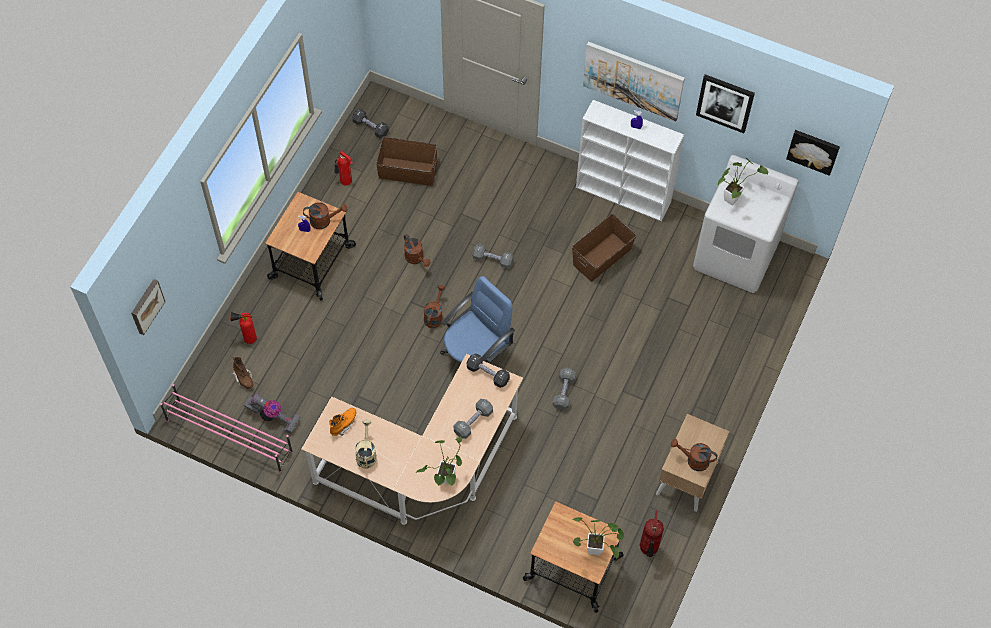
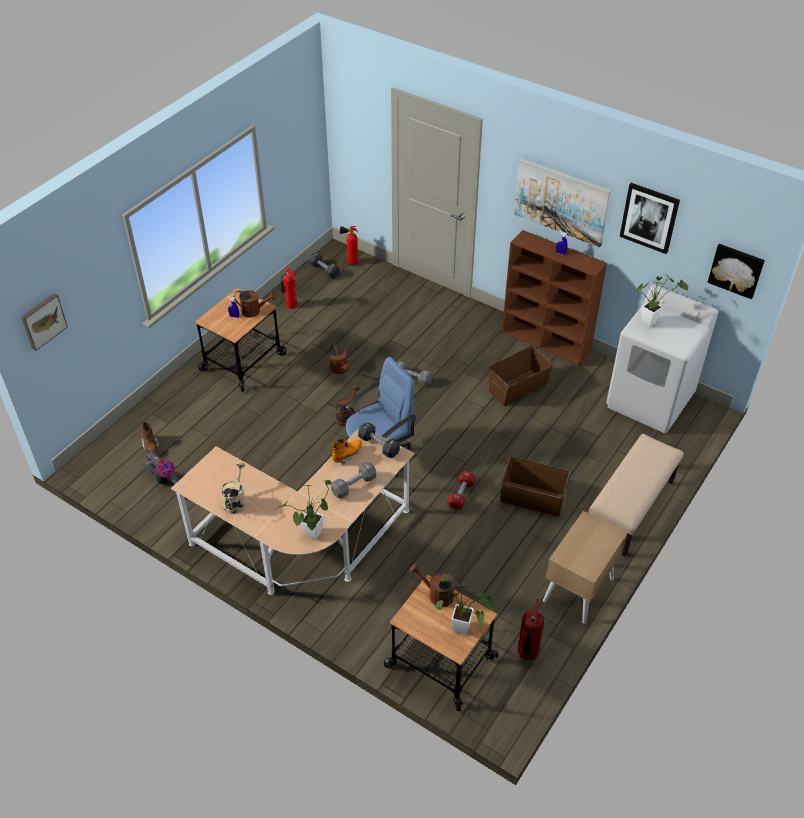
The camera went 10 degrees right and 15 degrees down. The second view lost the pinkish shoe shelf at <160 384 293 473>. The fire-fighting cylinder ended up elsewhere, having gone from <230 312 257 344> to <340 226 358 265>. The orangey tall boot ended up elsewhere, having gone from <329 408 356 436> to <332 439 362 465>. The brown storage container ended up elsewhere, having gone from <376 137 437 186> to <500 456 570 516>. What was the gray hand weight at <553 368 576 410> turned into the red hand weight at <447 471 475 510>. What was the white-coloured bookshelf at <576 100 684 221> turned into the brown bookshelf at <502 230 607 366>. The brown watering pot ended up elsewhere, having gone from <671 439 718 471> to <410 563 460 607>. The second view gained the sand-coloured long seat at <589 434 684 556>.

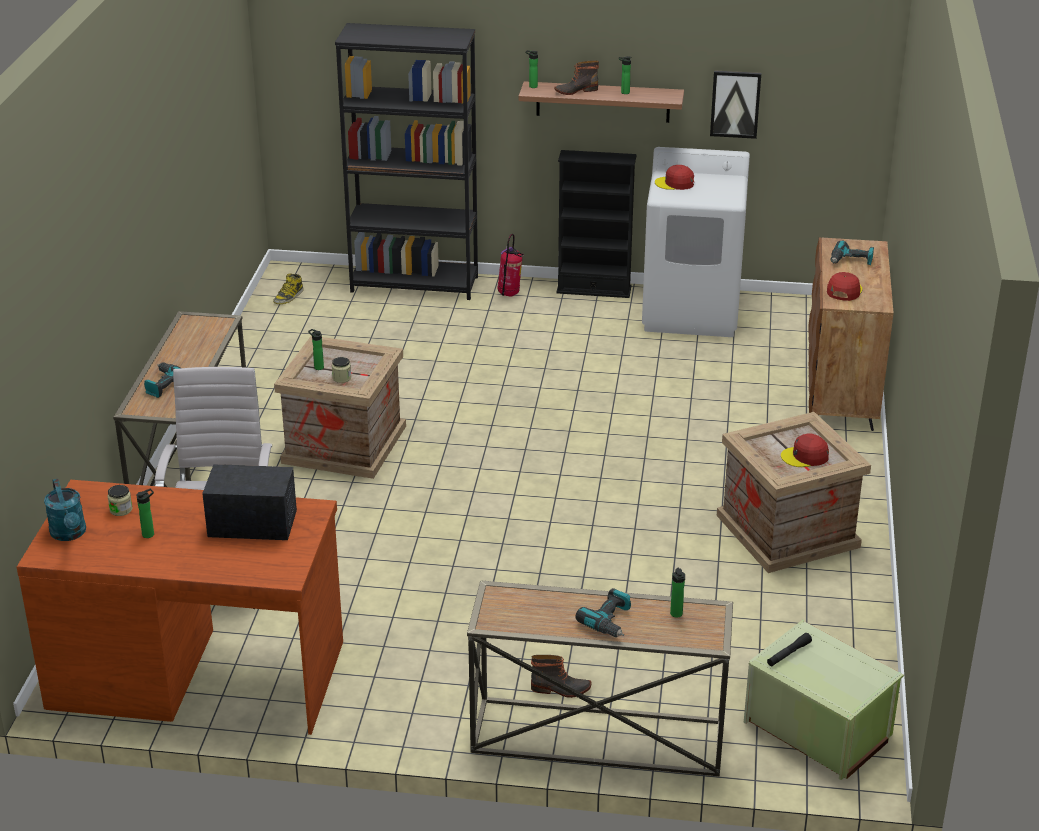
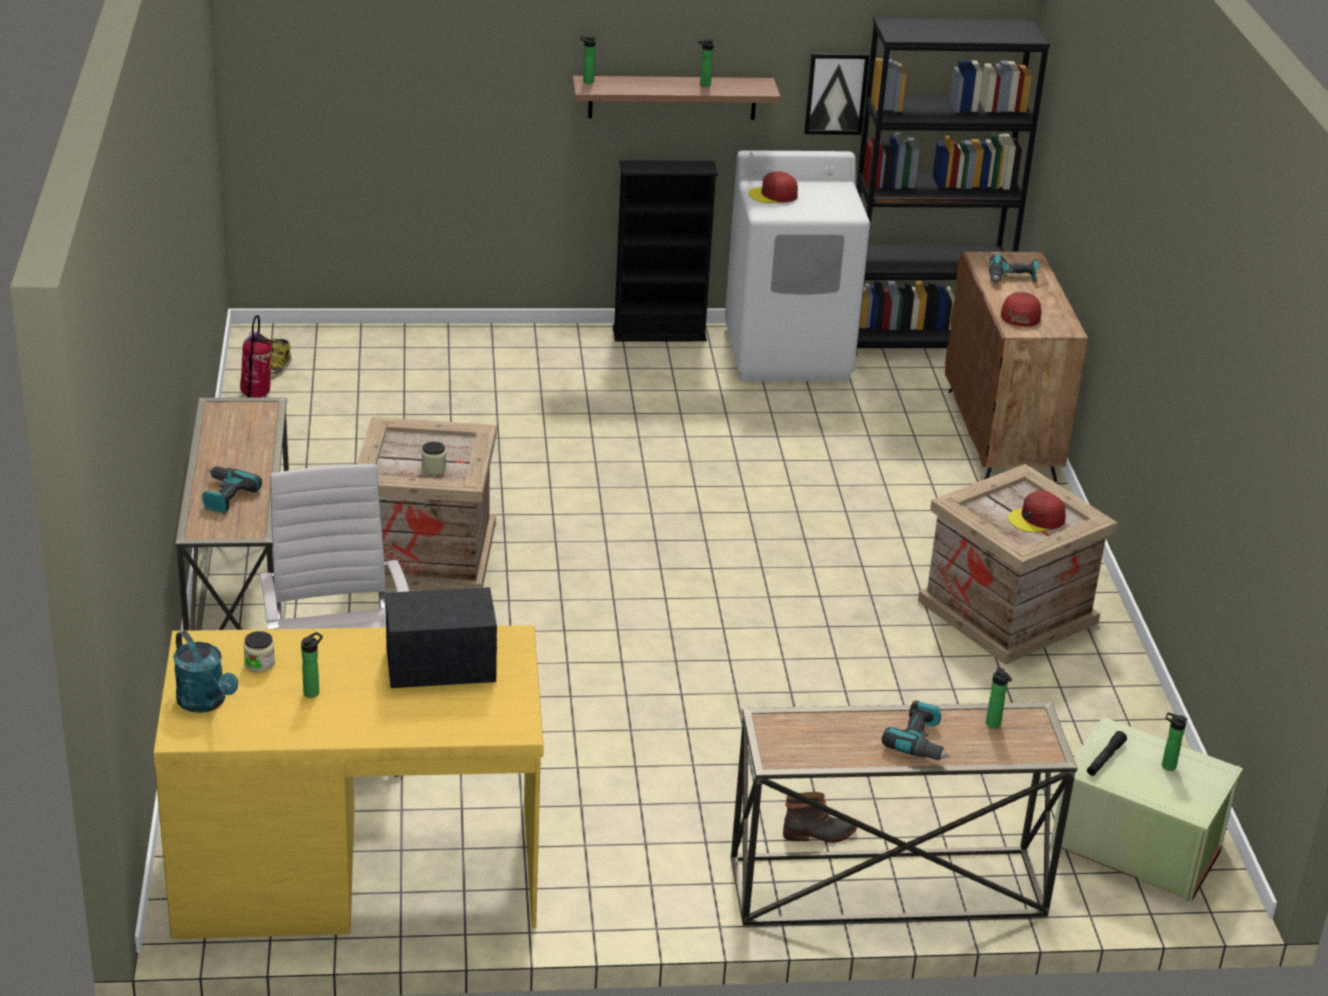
The camera went 15 degrees left and 0 degrees up. What was the brown desk table at <17 480 343 735> turned into the yellow desk table at <153 625 544 939>. The beverage bottle ended up elsewhere, having gone from <308 329 324 370> to <1162 712 1187 771>. The blackish bookshelf ended up elsewhere, having gone from <335 23 478 300> to <856 17 1050 355>. The fire-fighting cylinder ended up elsewhere, having gone from <497 234 524 297> to <240 315 275 398>. The second view lost the tall boot at <554 60 599 95>.

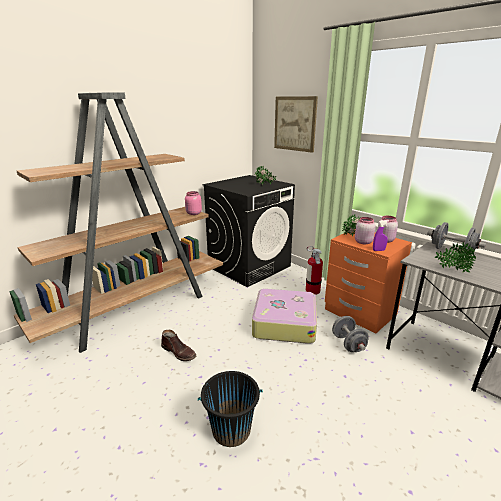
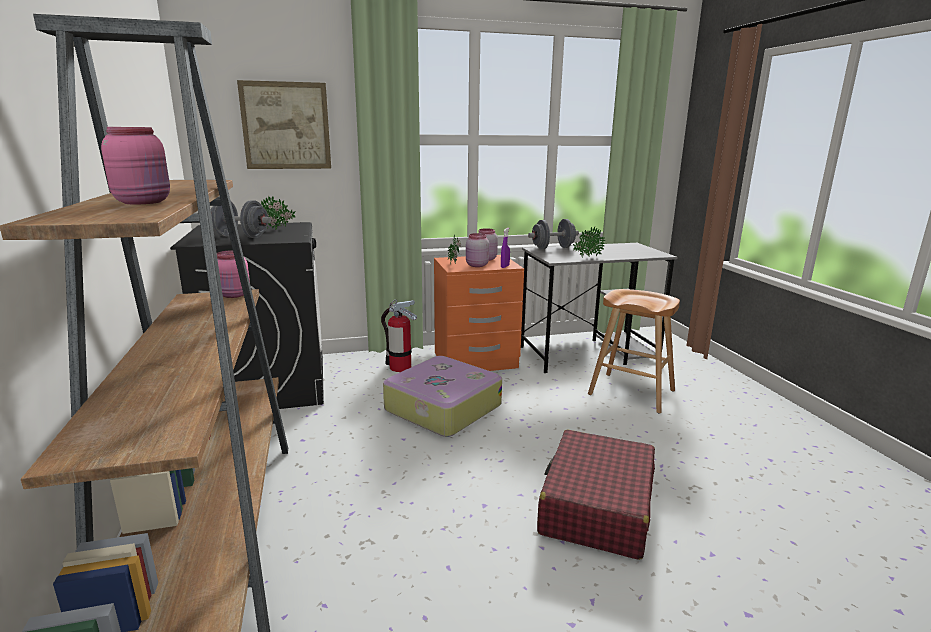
The camera went 60 degrees left and 5 degrees down. The second view lost the brown tall boot at <161 330 196 361>. Where the blackish pail stood at <198 371 263 447>, the red piece of luggage came to stand at <537 429 655 560>. The gray hand weight ended up elsewhere, having gone from <332 316 369 352> to <210 200 271 238>. The second view gained the pinkish jar at <101 127 170 205>. The second view gained the brown stool seat at <588 289 680 414>.

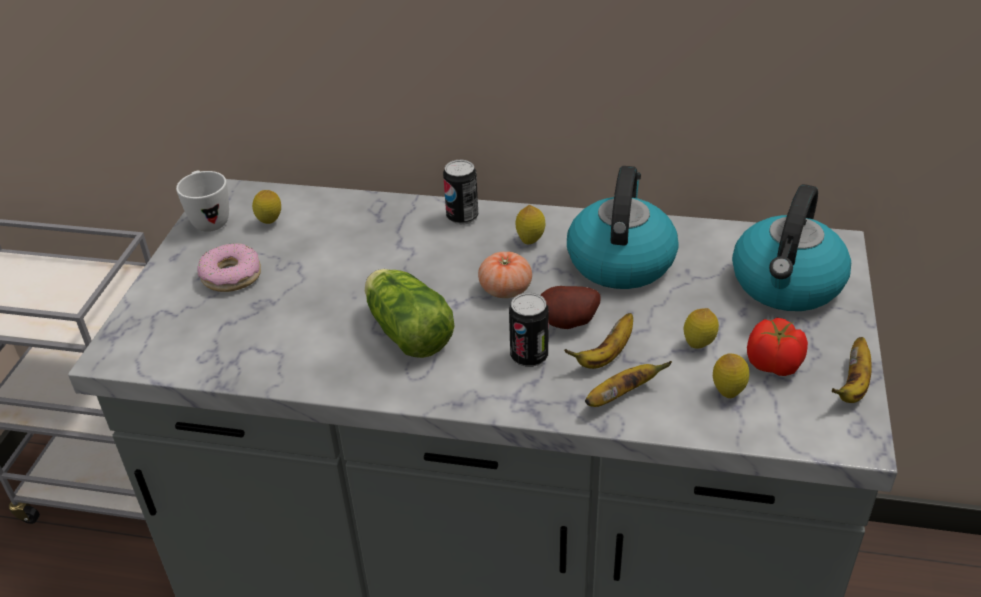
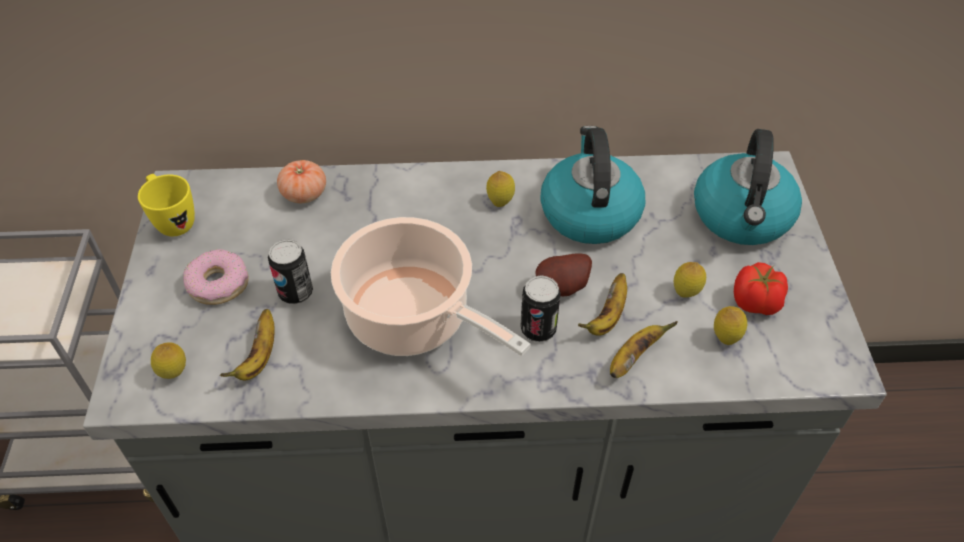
The camera went 15 degrees left and 10 degrees up. What was the white-coloured tea mug at <176 171 229 232> turned into the yellow tea mug at <138 174 195 236>. The lemon ended up elsewhere, having gone from <252 190 281 224> to <151 342 186 379>. Where the head of lettuce stood at <365 269 455 358>, the cooking pot came to stand at <331 217 530 356>. The metal can ended up elsewhere, having gone from <443 160 478 225> to <268 239 313 304>. The whole tomato ended up elsewhere, having gone from <478 252 532 298> to <277 160 326 203>. The whole banana ended up elsewhere, having gone from <832 337 872 403> to <220 309 275 380>.

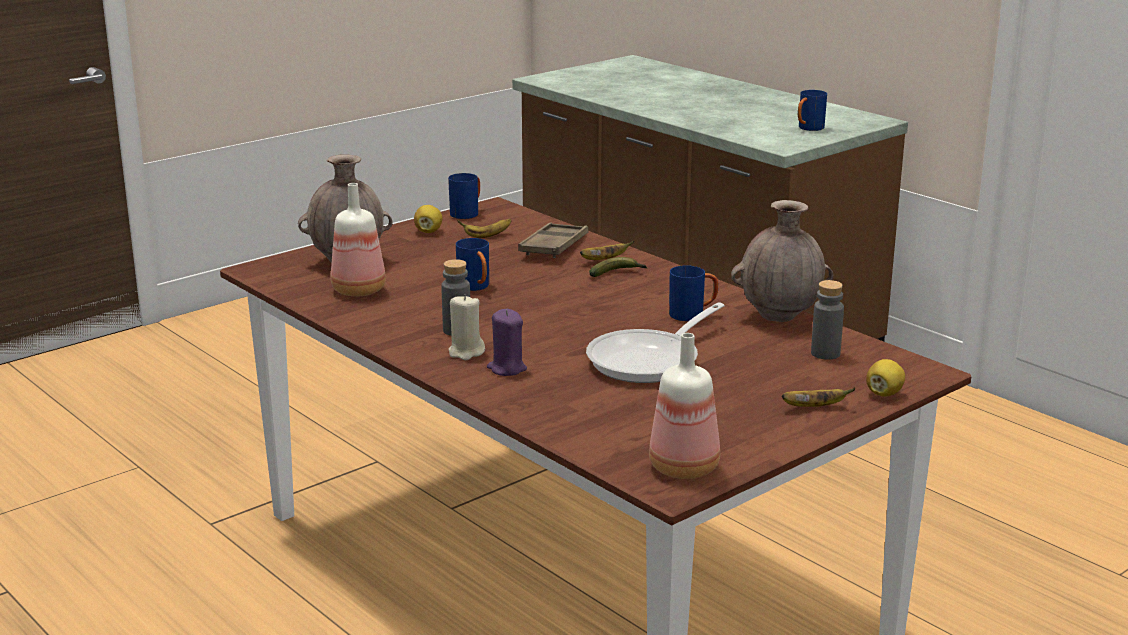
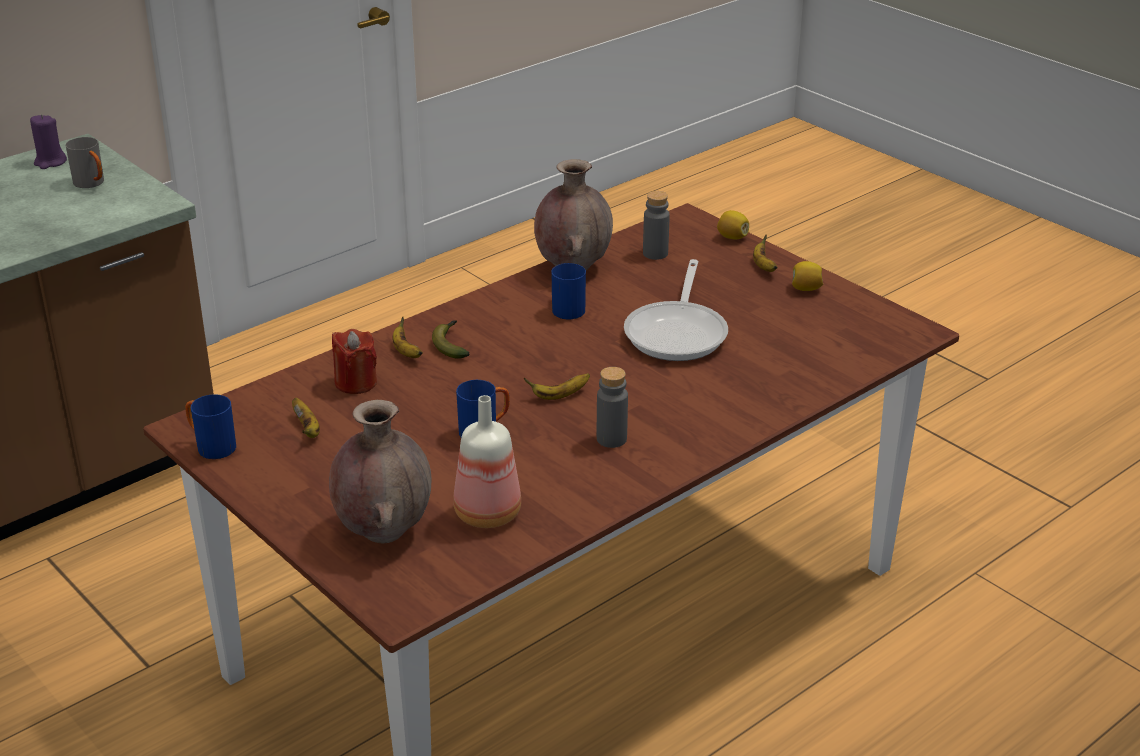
The camera went 90 degrees left and 10 degrees up. The lemon ended up elsewhere, having gone from <414 205 442 233> to <792 261 823 291>. The second view lost the sand-coloured wax light at <449 294 485 360>. The purplish wax light ended up elsewhere, having gone from <487 309 527 376> to <30 114 67 169>. Where the brown tray stood at <518 223 588 258>, the red wax light came to stand at <332 329 377 394>. The skillet at <586 302 724 383> ended up facing another way, 60 degrees clockwise from before. The second view lost the beverage bottle at <649 333 720 479>. What was the blue tea mug at <798 90 827 131> turned into the gray tea mug at <66 137 104 188>. The second view gained the whole banana at <524 373 590 400>.

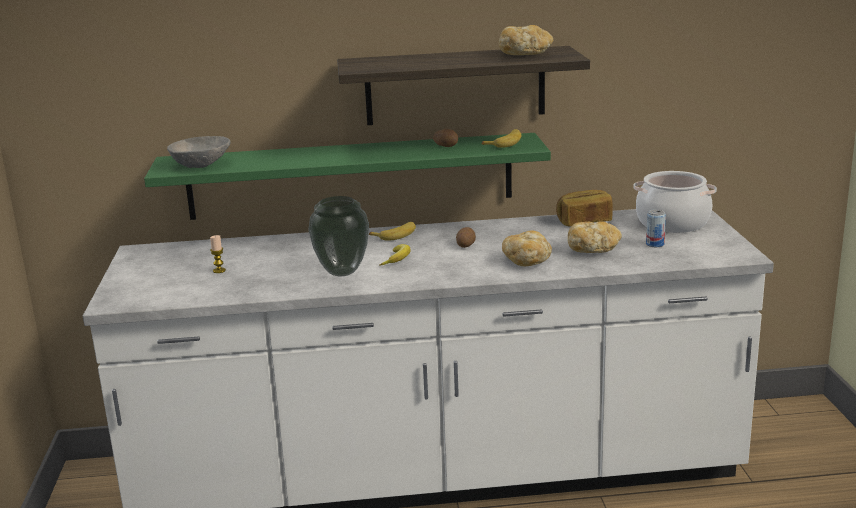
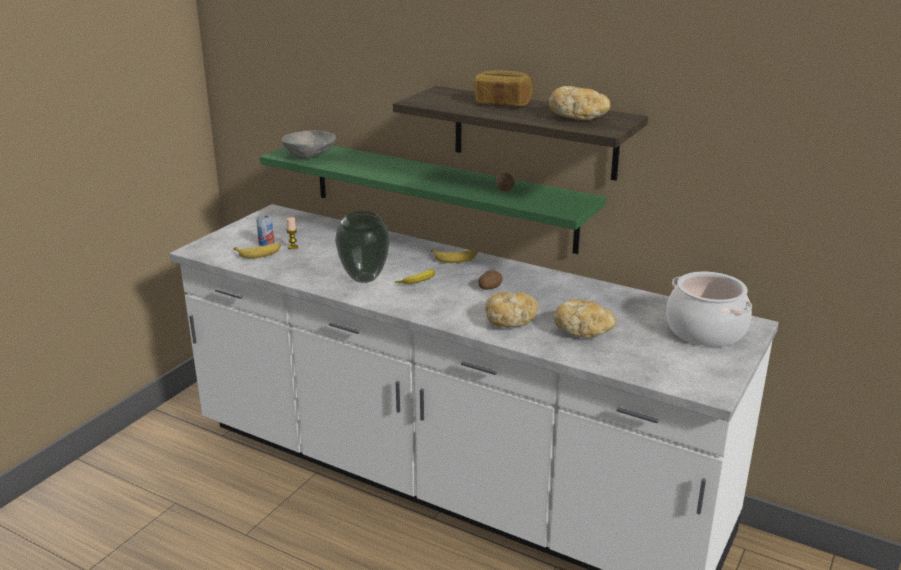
The camera went 35 degrees right and 5 degrees up. The whole banana ended up elsewhere, having gone from <482 129 522 148> to <234 243 281 259>. The bakery bread ended up elsewhere, having gone from <556 190 613 226> to <474 70 534 106>. The metal can ended up elsewhere, having gone from <646 209 666 247> to <256 214 274 246>.

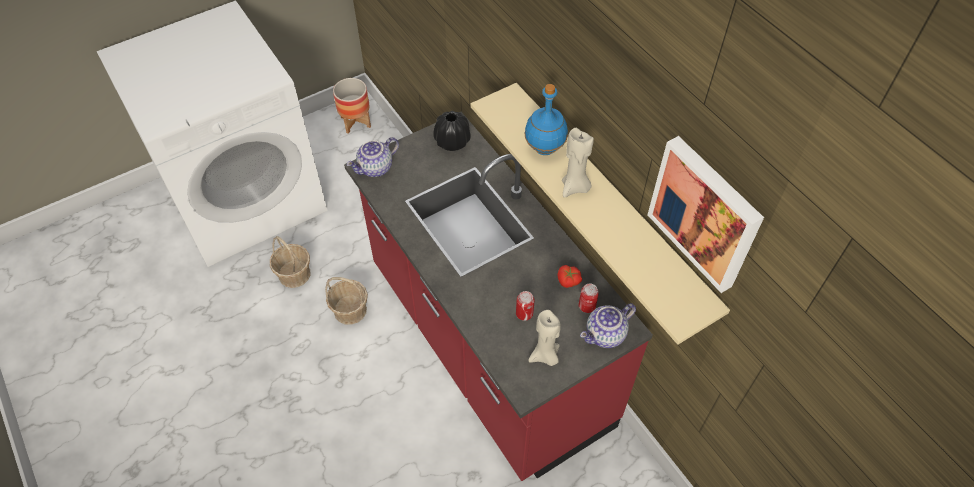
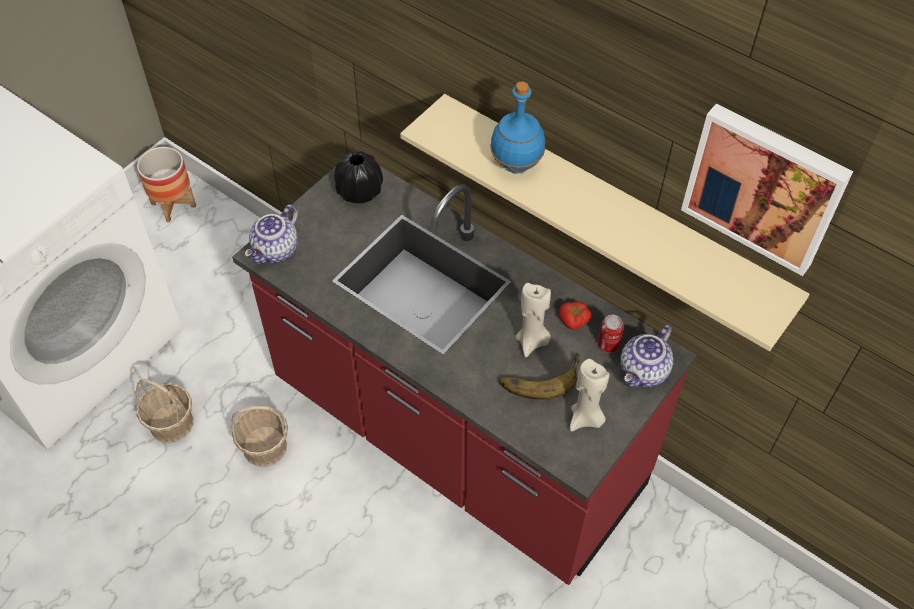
The camera went 20 degrees left and 0 degrees up. Where the metal can stood at <516 291 534 321>, the whole banana came to stand at <499 353 581 400>. The sand-coloured wax light ended up elsewhere, having gone from <562 128 594 198> to <515 283 551 357>.

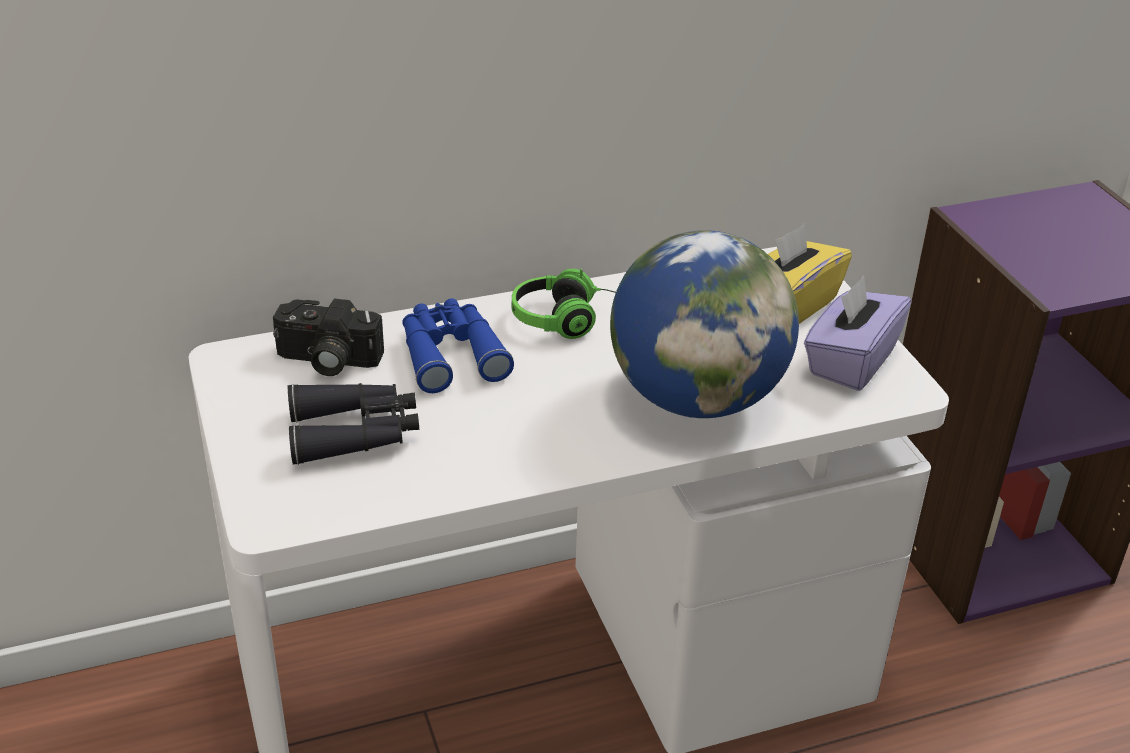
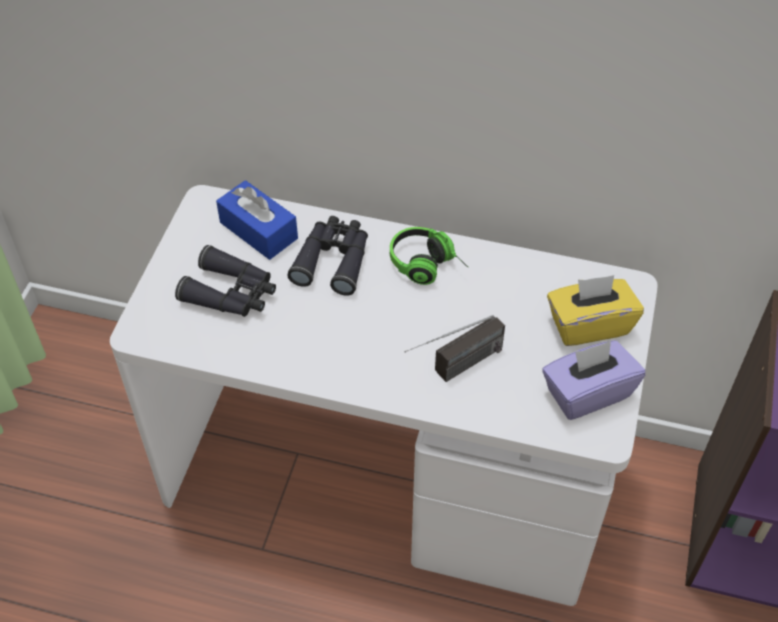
The camera went 35 degrees right and 15 degrees up. Where the still camera stood at <273 299 384 376>, the blue tissue holder came to stand at <216 180 298 260>. What was the blue field glasses at <402 298 514 393> turned into the blackish field glasses at <287 216 368 296>. Where the globe stood at <610 230 799 418>, the radio receiver came to stand at <404 315 505 382>.

